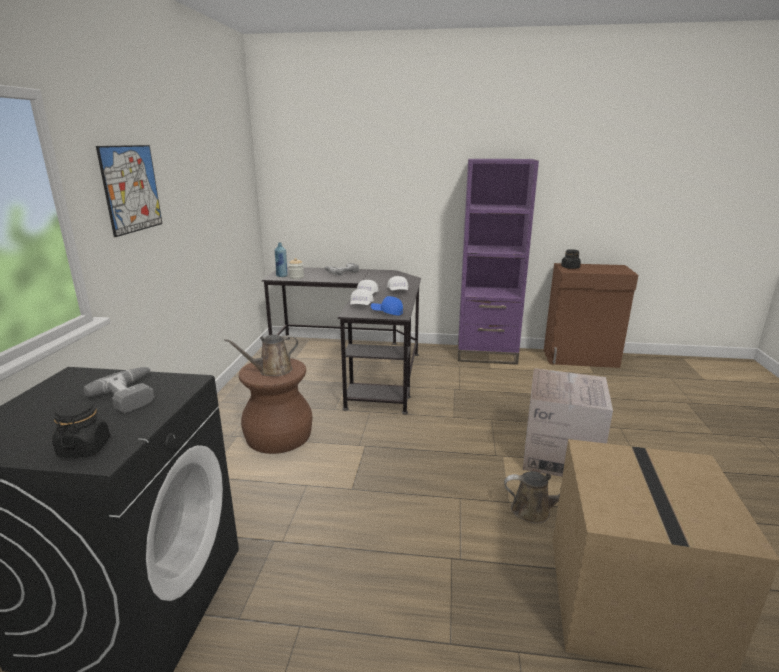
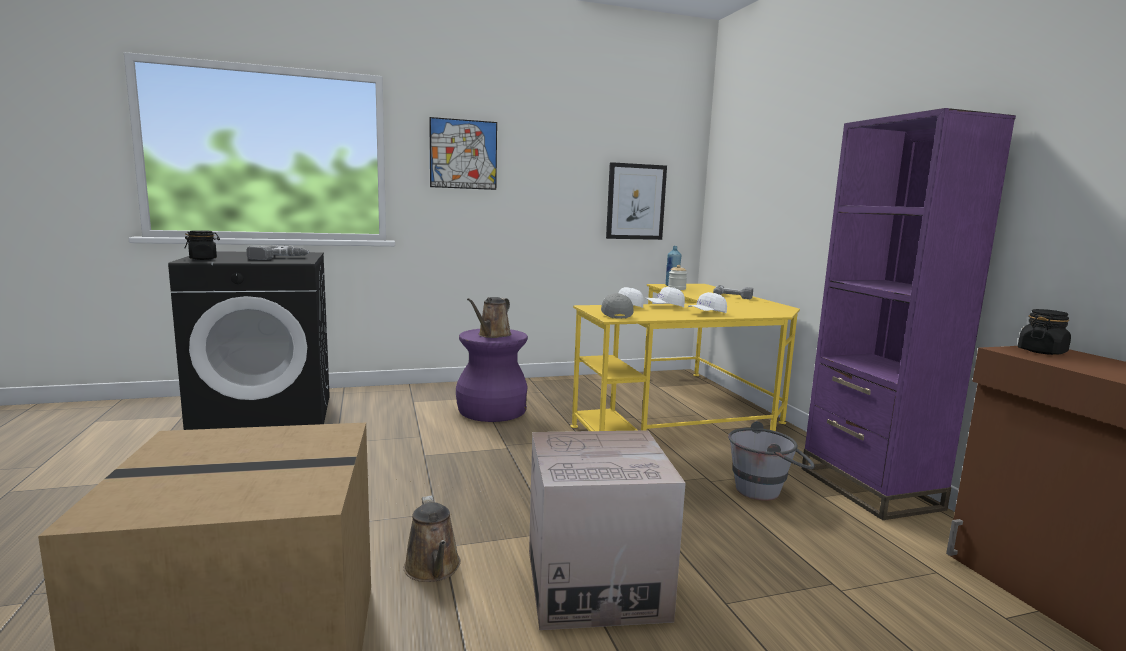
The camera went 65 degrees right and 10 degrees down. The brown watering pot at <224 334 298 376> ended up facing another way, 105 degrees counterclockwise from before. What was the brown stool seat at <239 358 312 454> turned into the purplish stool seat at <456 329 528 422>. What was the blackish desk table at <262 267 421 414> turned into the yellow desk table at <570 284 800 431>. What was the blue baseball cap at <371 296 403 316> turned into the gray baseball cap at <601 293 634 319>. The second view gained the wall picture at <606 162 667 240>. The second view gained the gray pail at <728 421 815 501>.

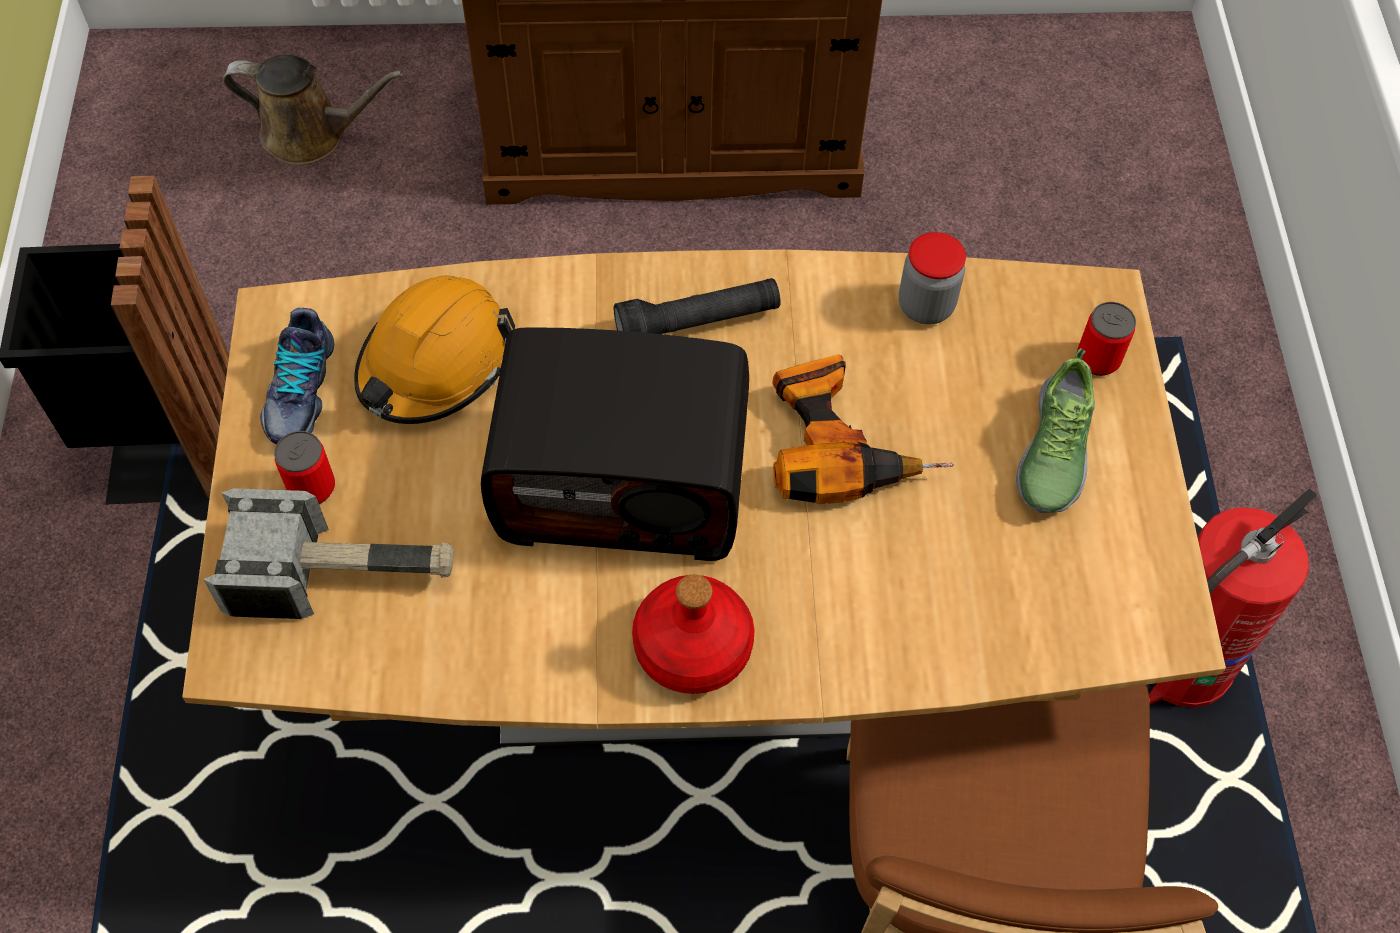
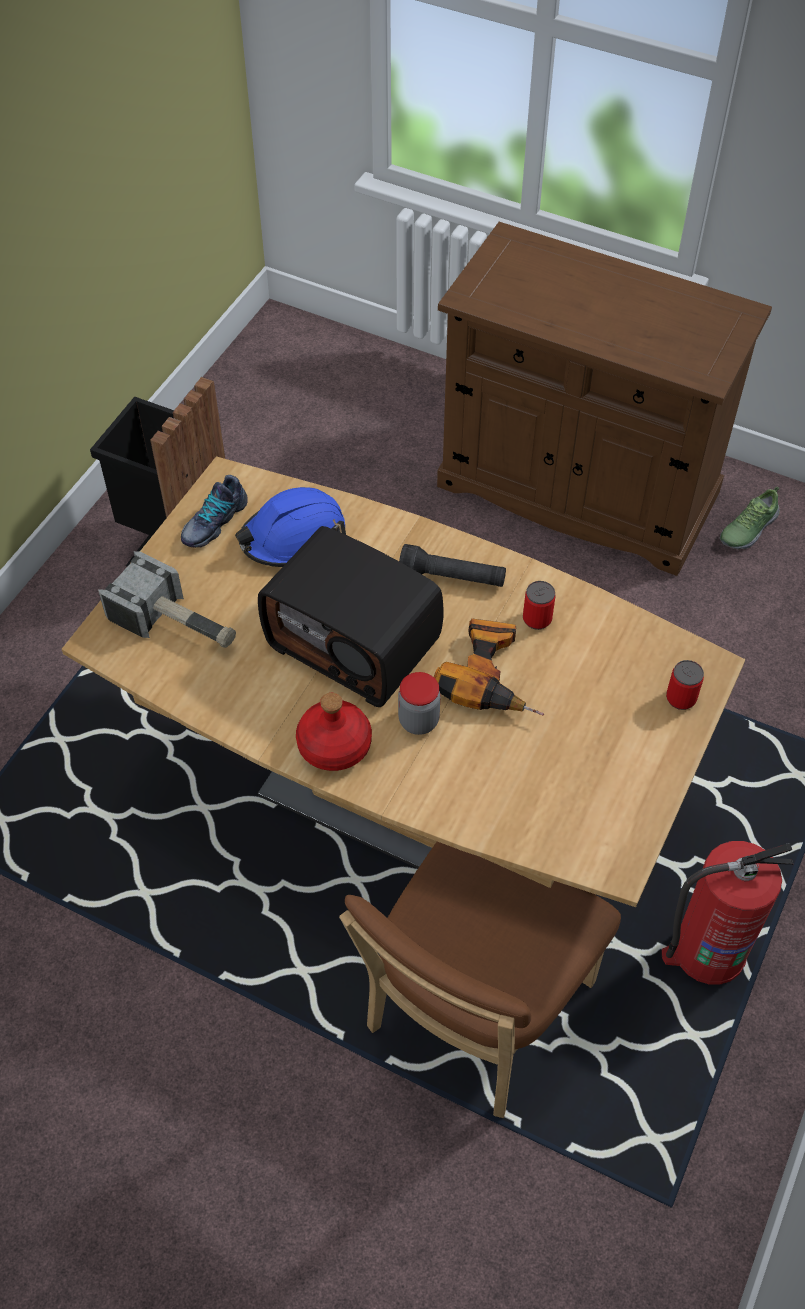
The camera went 30 degrees right and 5 degrees down. The second view lost the brown watering pot at <223 54 403 165>. The metal can ended up elsewhere, having gone from <274 431 335 504> to <523 581 556 630>. What was the orangey work helmet at <354 276 515 424> turned into the blue work helmet at <235 487 346 567>. The jar ended up elsewhere, having gone from <899 232 966 324> to <398 672 440 735>. The item of footwear ended up elsewhere, having gone from <1016 348 1095 513> to <720 487 780 549>.

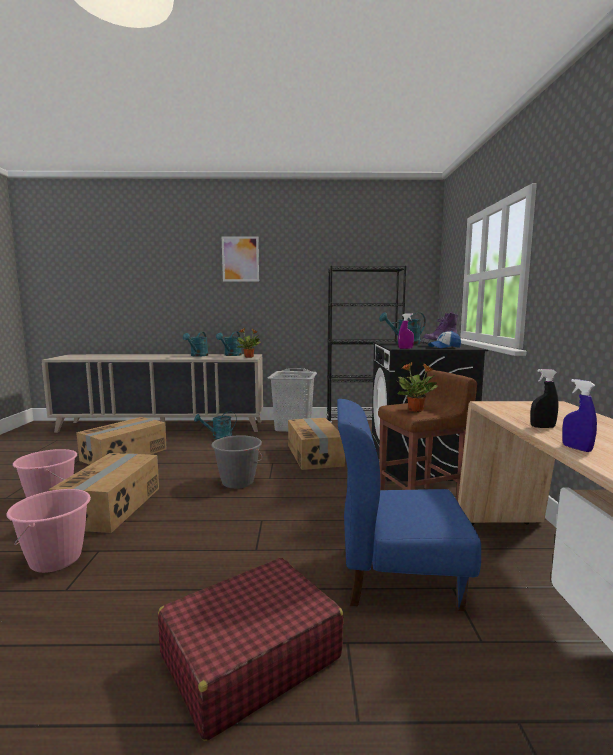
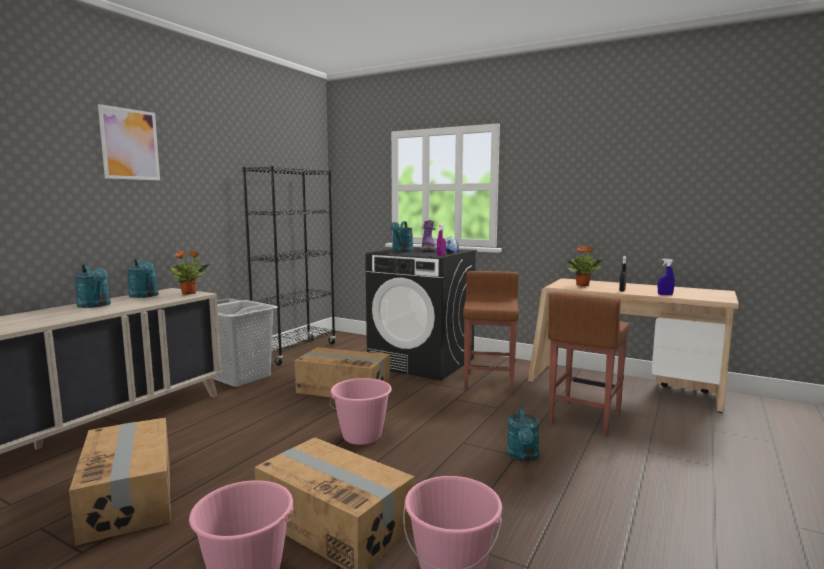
The camera went 60 degrees left and 0 degrees up. The second view lost the red piece of luggage at <158 558 344 741>. The turquoise watering pot ended up elsewhere, having gone from <194 411 237 439> to <507 405 540 462>. What was the gray pail at <211 435 262 489> turned into the pinkish pail at <330 378 392 445>. Where the blue upright chair stood at <337 399 481 611>, the brown stool seat came to stand at <548 292 629 436>. The potted plant ended up elsewhere, having gone from <397 362 438 412> to <567 246 603 287>.

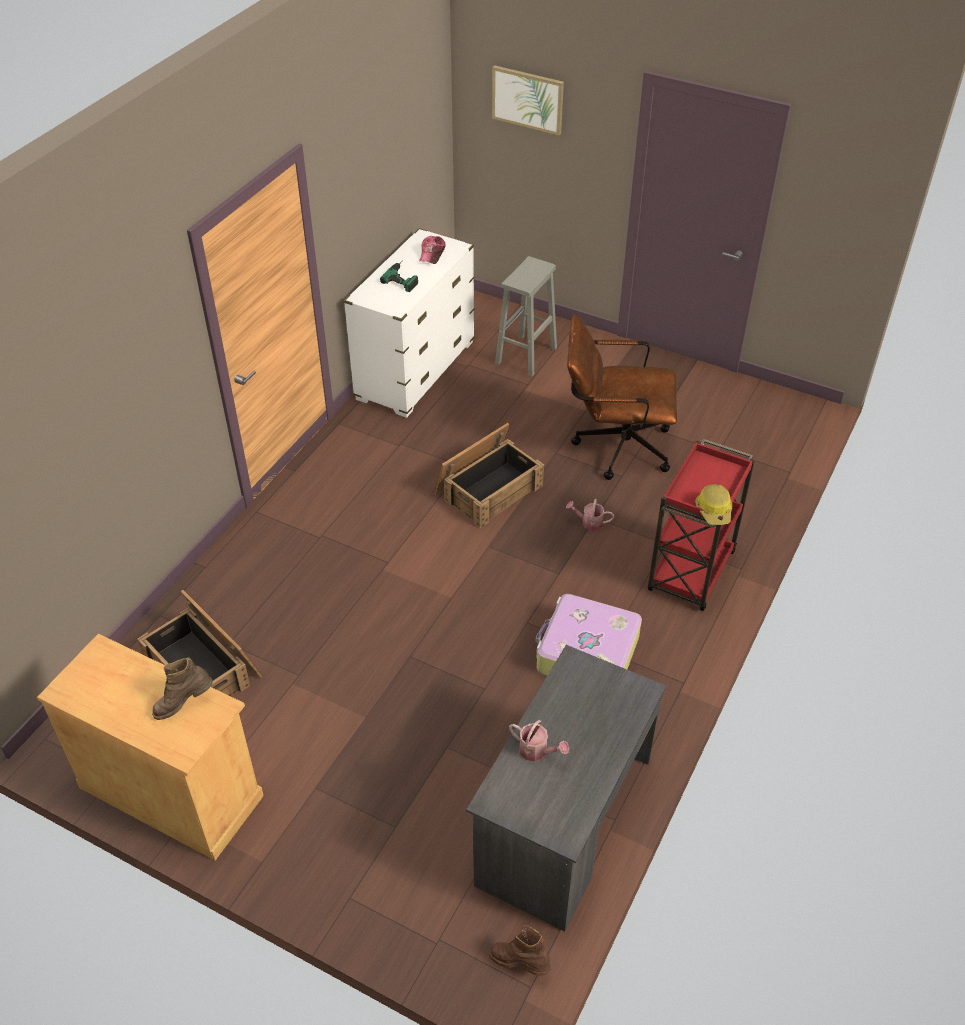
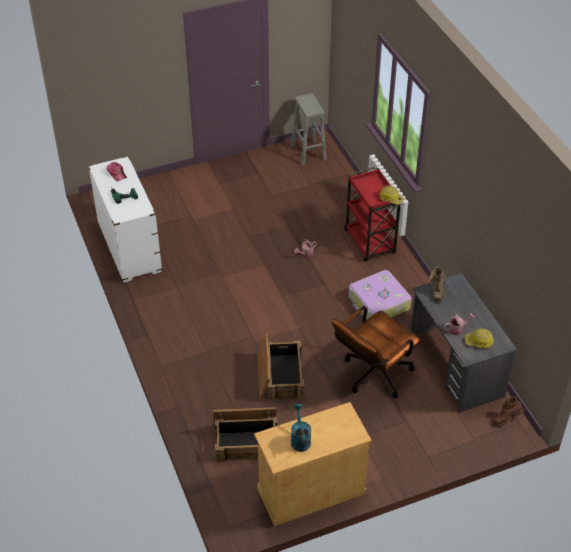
The camera went 50 degrees left and 0 degrees up. The brown tall boot ended up elsewhere, having gone from <152 657 213 720> to <429 267 446 302>. The crate ended up elsewhere, having gone from <434 423 544 528> to <257 333 304 401>. The second view lost the wall picture at <492 65 564 135>. The gray stool seat ended up elsewhere, having gone from <495 256 557 377> to <291 93 327 166>. The brown computer chair ended up elsewhere, having gone from <567 314 677 480> to <331 306 421 398>. The second view gained the turquoise watering pot at <291 404 311 452>. The second view gained the work helmet at <465 329 494 349>.

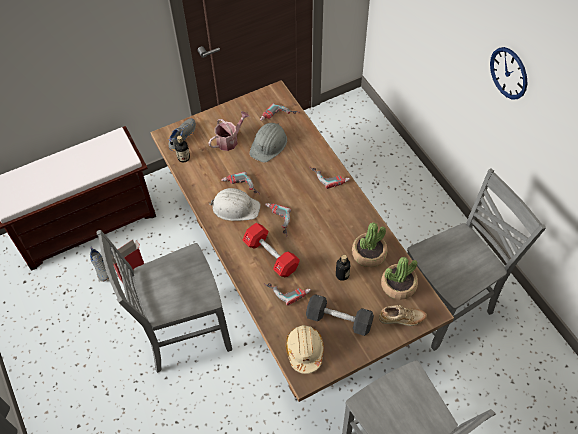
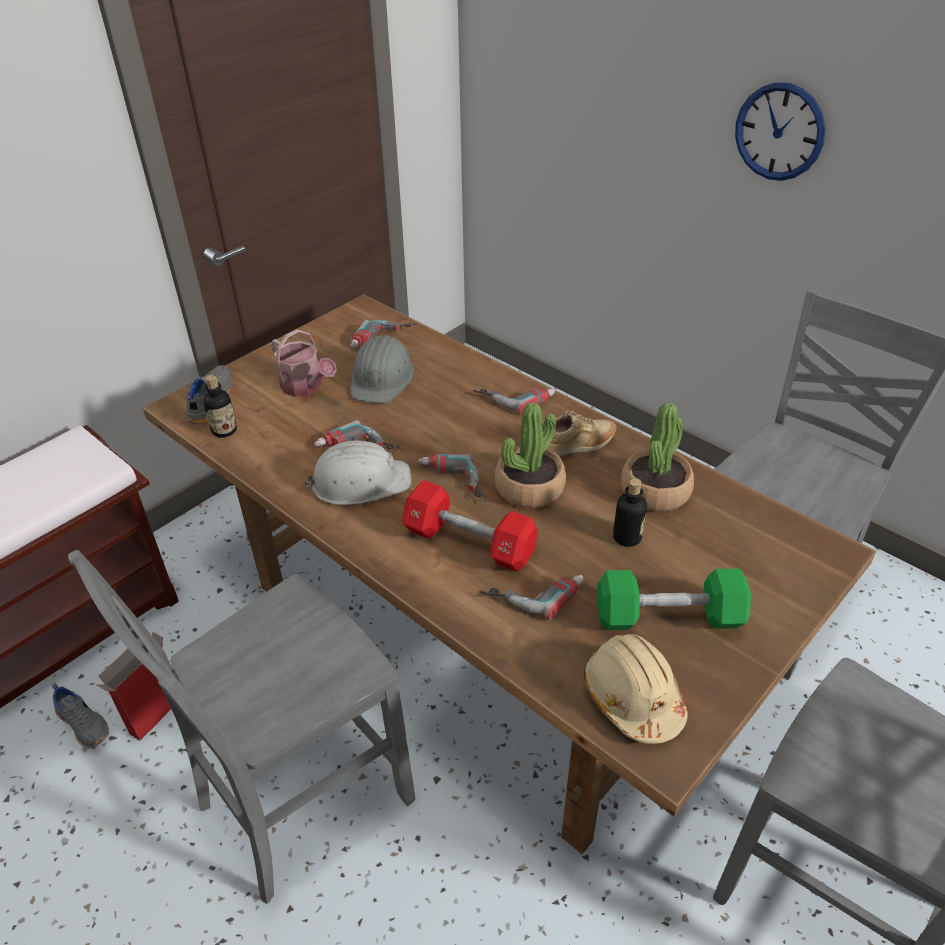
The camera went 20 degrees left and 15 degrees down. The watering pot at <209 111 249 151> ended up facing another way, 105 degrees clockwise from before. What was the blackish hand weight at <306 295 374 336> turned into the greenish hand weight at <597 568 751 630>. The sand-coloured item of footwear ended up elsewhere, having gone from <379 305 427 326> to <542 411 617 457>. The potted plant ended up elsewhere, having gone from <381 257 418 300> to <495 403 566 508>.

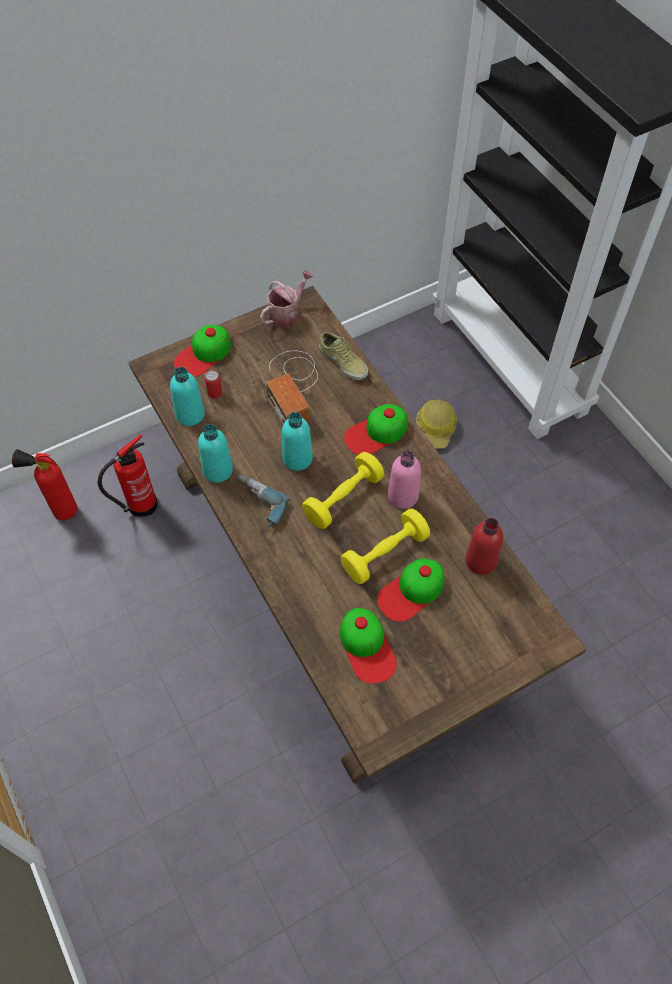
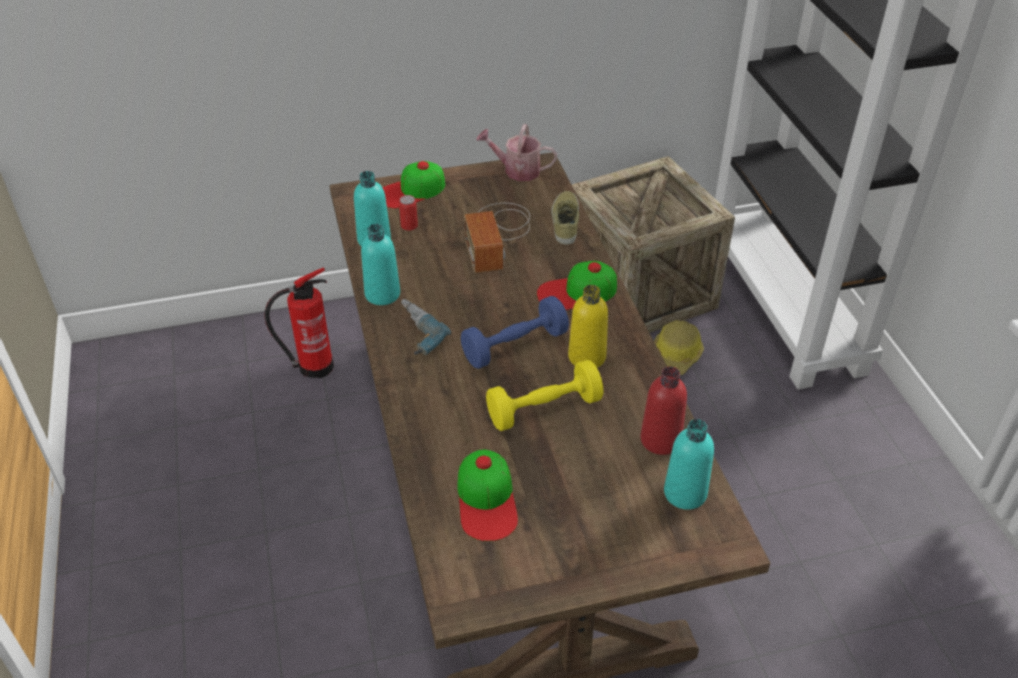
The camera went 15 degrees right and 15 degrees down. The second view lost the fire-fighting cylinder at <12 449 77 520>. The watering pot at <260 270 314 328> ended up facing another way, 135 degrees counterclockwise from before. The turquoise beverage bottle ended up elsewhere, having gone from <282 412 313 471> to <664 419 714 510>. What was the yellow hand weight at <302 452 384 529> turned into the blue hand weight at <461 296 569 369>. The sand-coloured item of footwear at <319 332 368 380> ended up facing another way, 150 degrees counterclockwise from before. The second view lost the baseball cap at <377 558 445 622>. What was the pinkish beverage bottle at <388 450 421 509> turned into the yellow beverage bottle at <568 285 608 368>. The second view gained the crate at <572 156 735 333>.

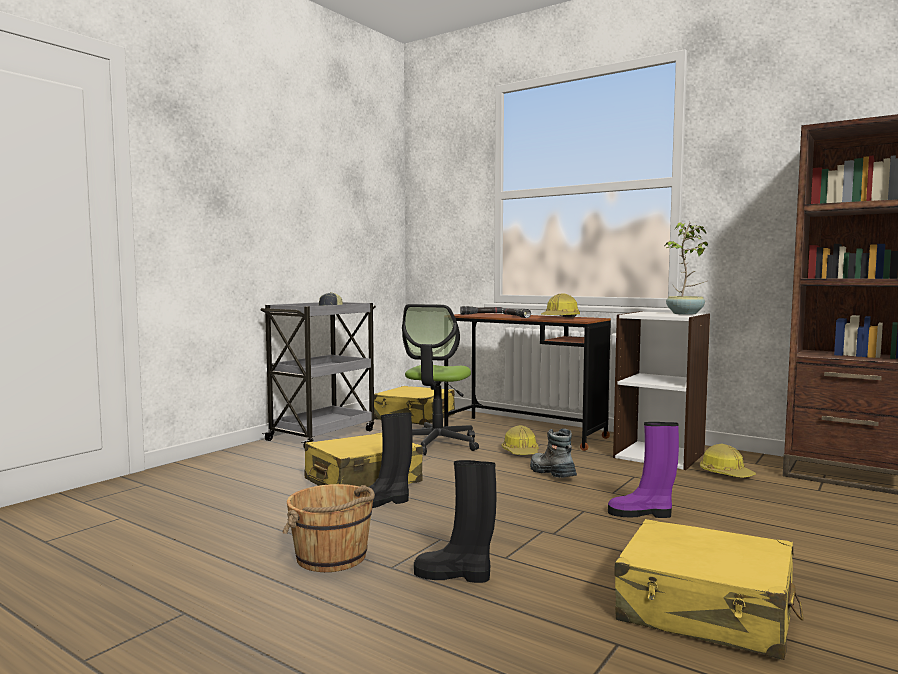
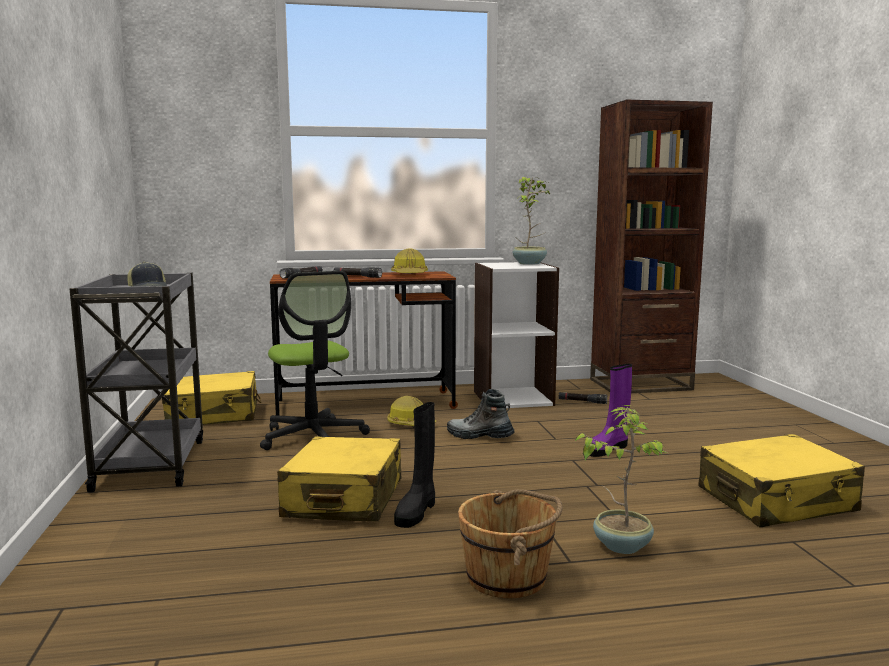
The camera went 45 degrees left and 5 degrees up. Where the blackish tall boot stood at <414 460 497 583>, the potted plant came to stand at <574 405 667 554>. Where the work helmet stood at <700 444 756 478>, the blackish hand torch came to stand at <559 392 607 404>.

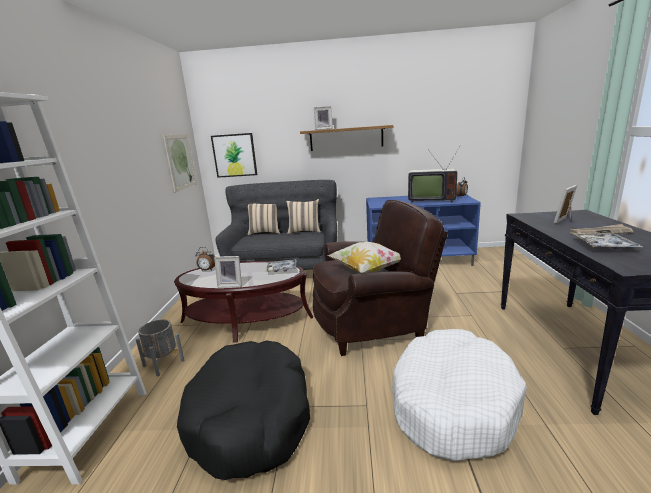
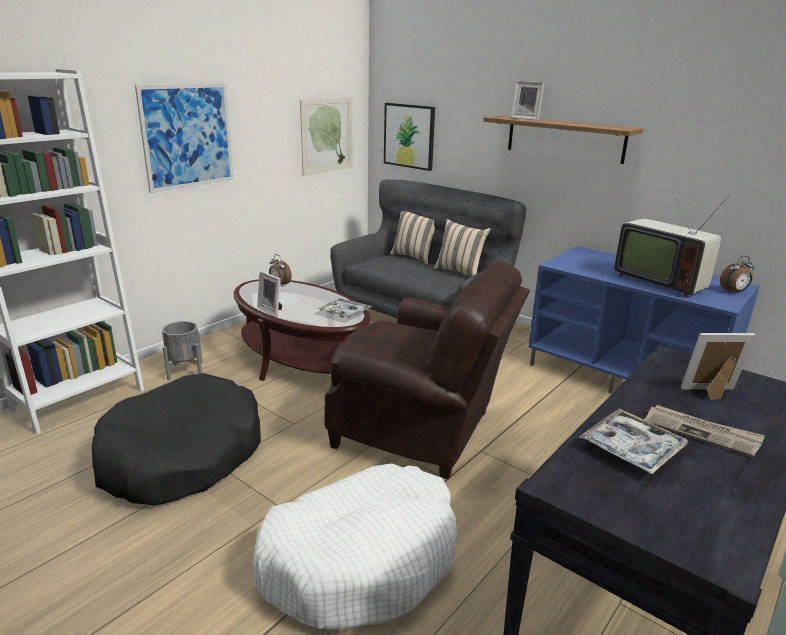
The camera went 35 degrees right and 5 degrees up. The second view lost the throw pillow at <327 242 401 273>. The second view gained the wall picture at <135 83 234 193>.

